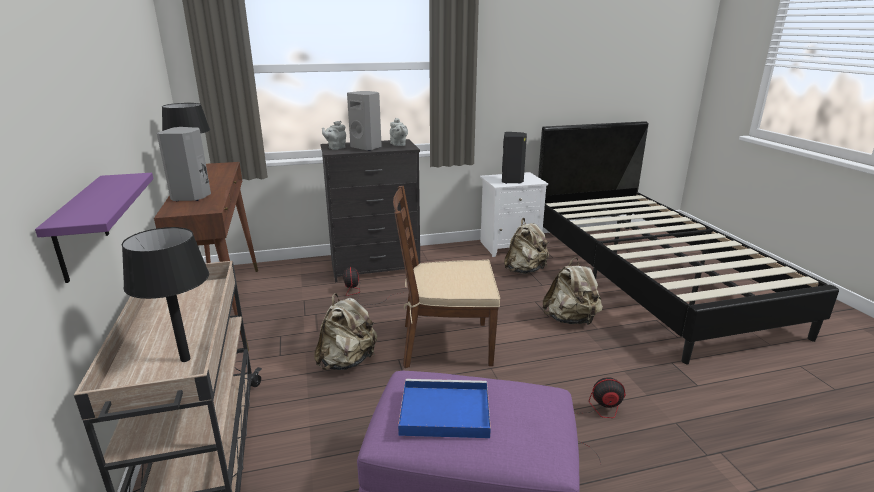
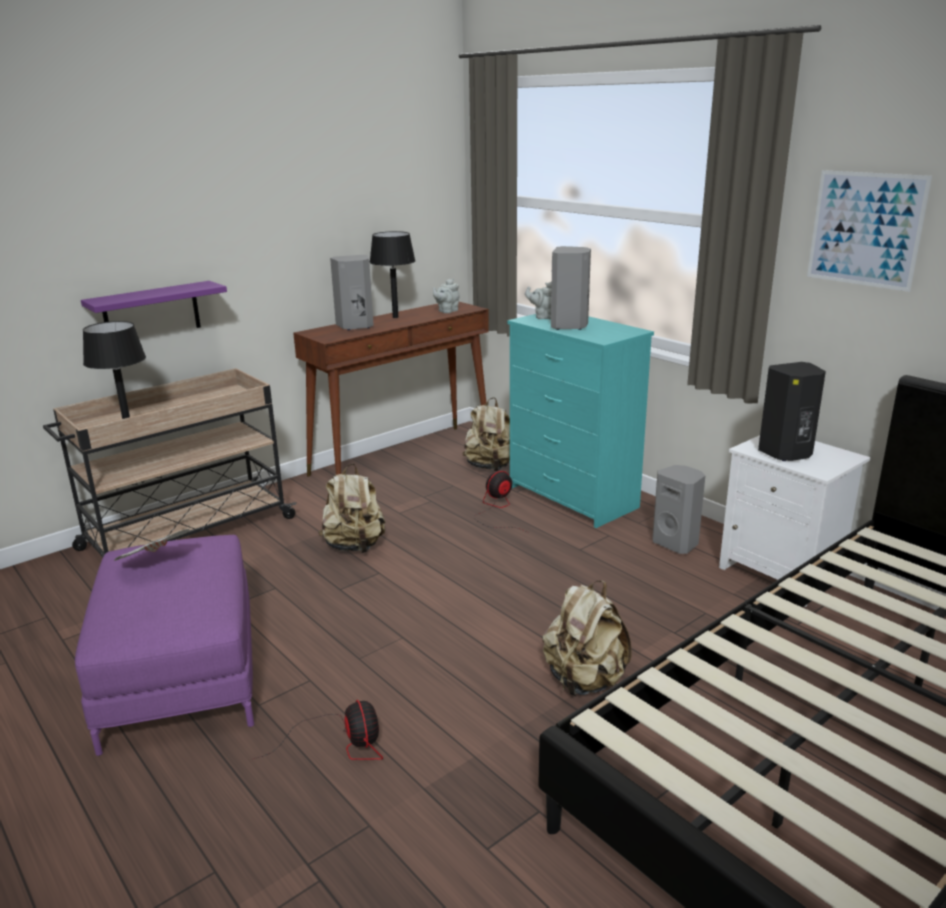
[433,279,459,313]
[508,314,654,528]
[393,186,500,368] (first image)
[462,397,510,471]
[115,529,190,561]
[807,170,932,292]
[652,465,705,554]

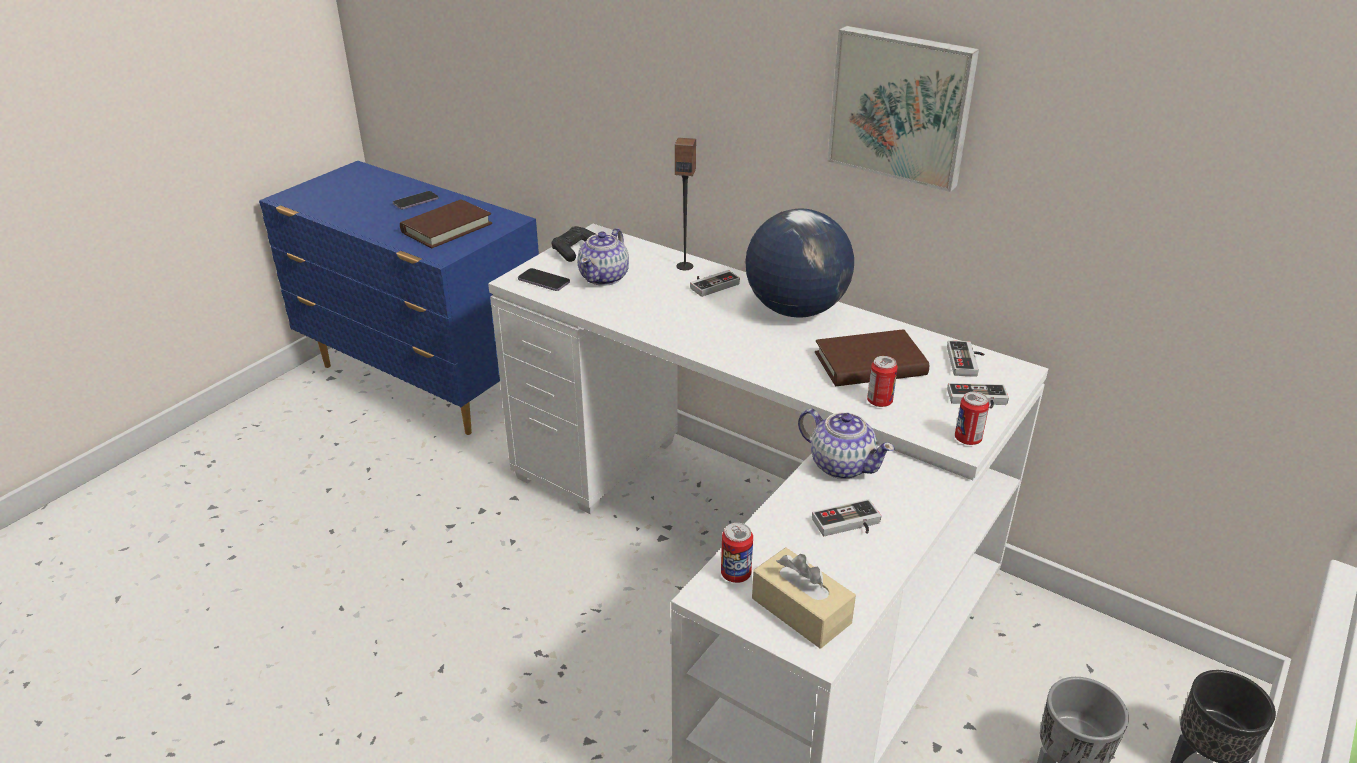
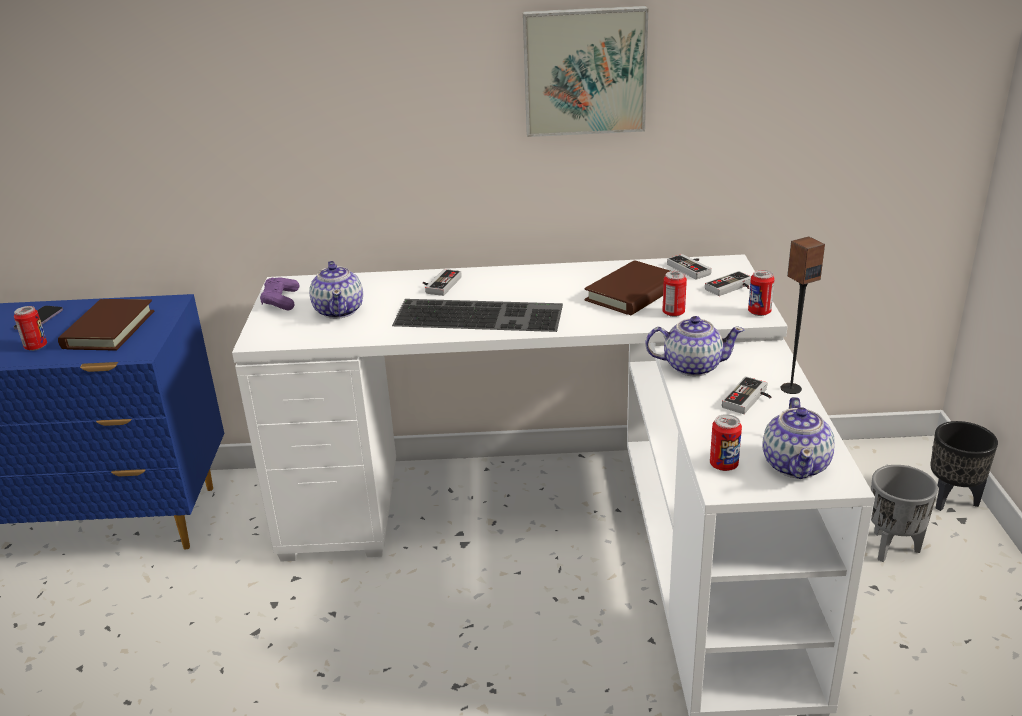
[781,237,825,394]
[745,209,854,317] (first image)
[260,278,299,310]
[518,268,570,291] (first image)
[762,397,835,479]
[392,299,563,332]
[14,306,47,351]

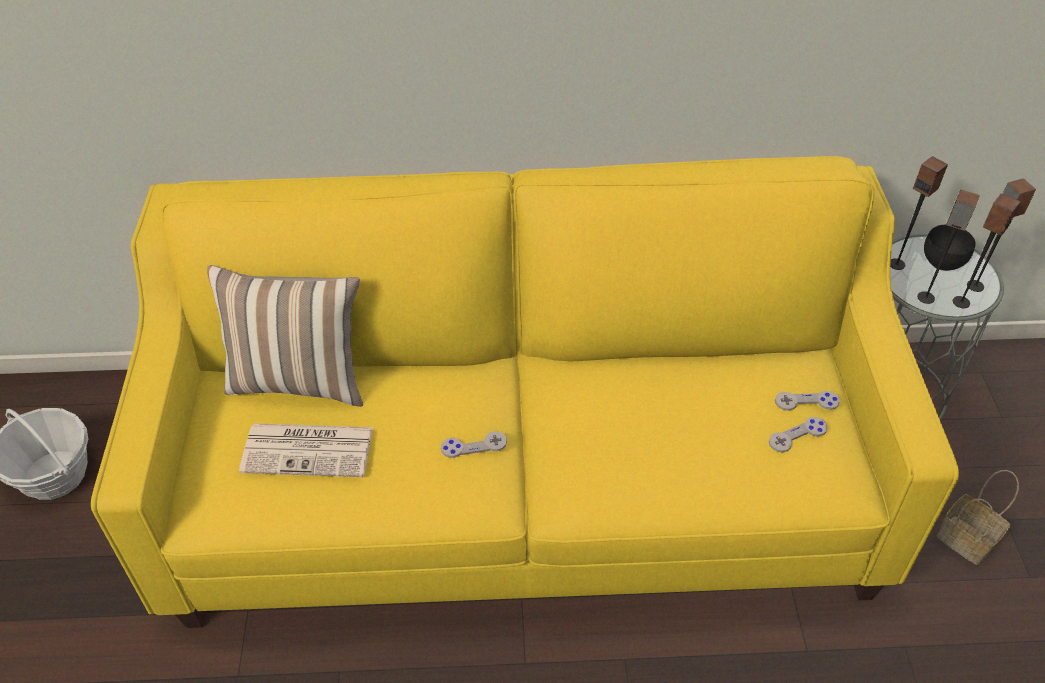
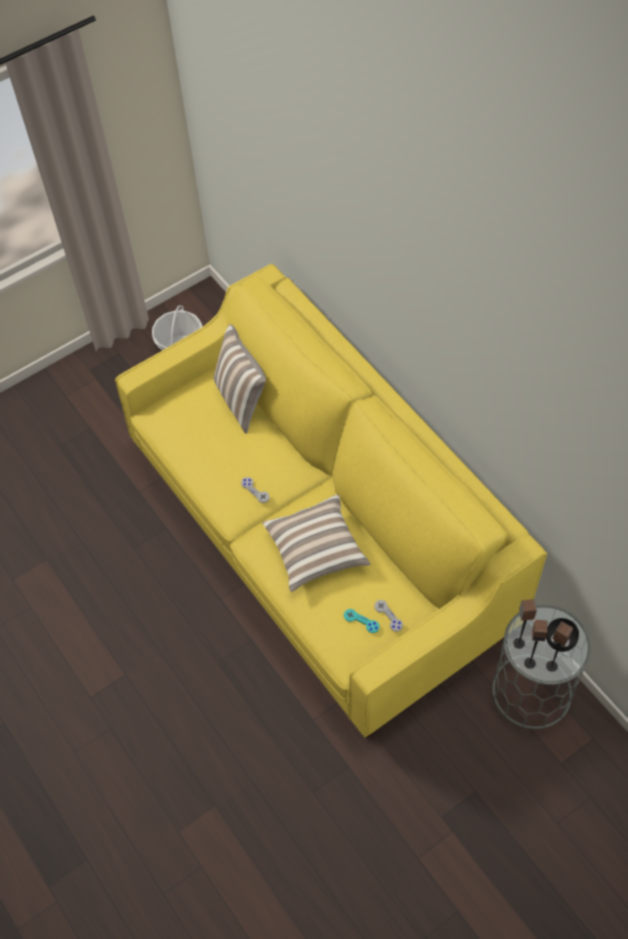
[890,156,948,270] (first image)
[344,609,379,633]
[239,423,373,477] (first image)
[937,470,1019,565] (first image)
[262,495,370,592]

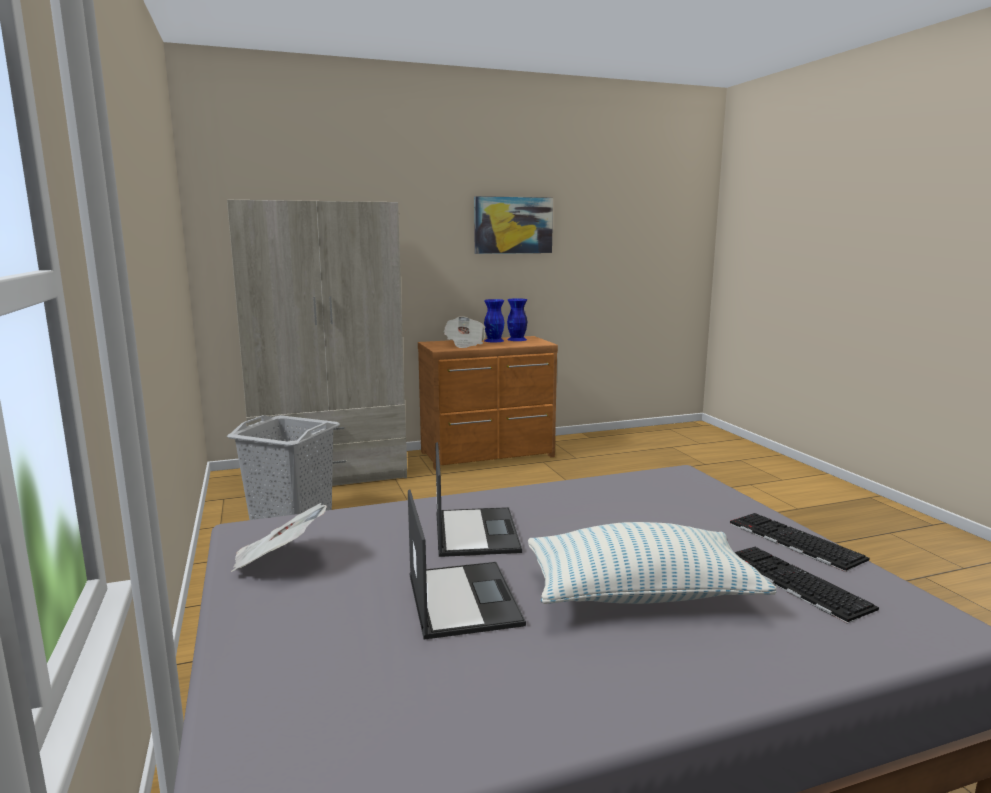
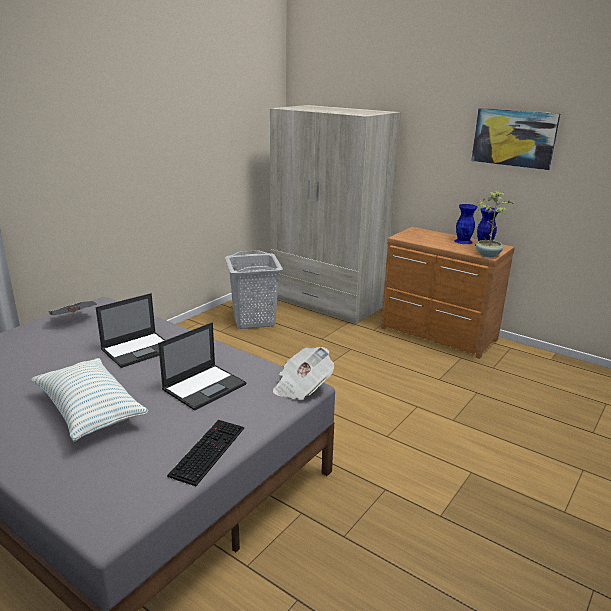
[273,347,334,400]
[158,322,246,411]
[734,547,879,624] (first image)
[476,190,514,257]

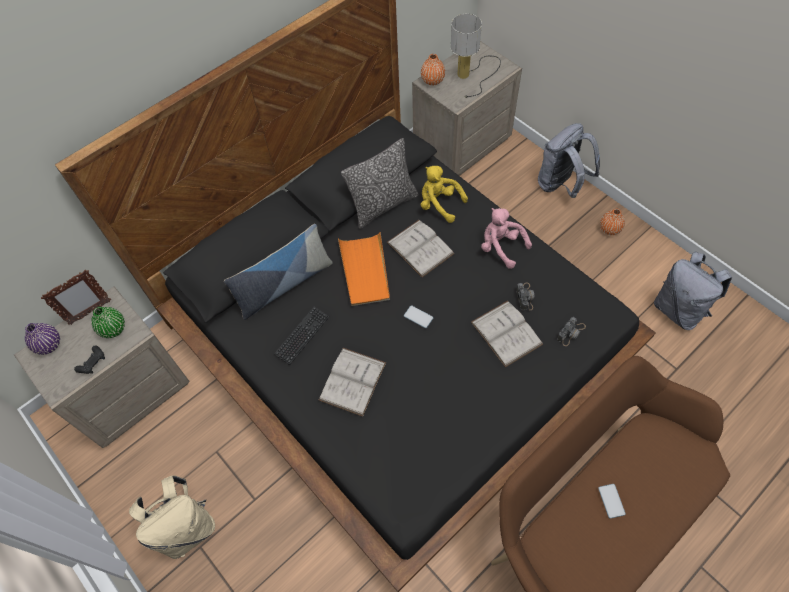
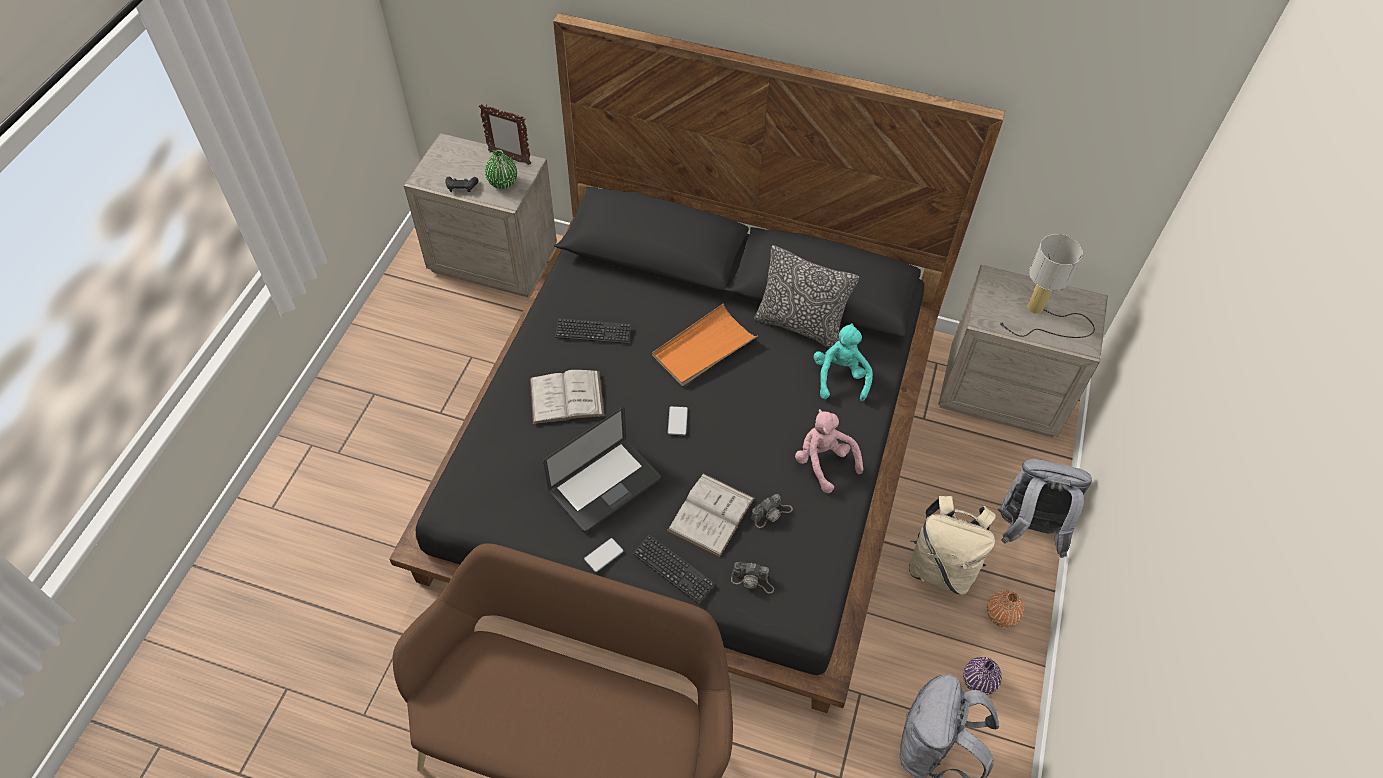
[421,54,445,85] (first image)
[814,324,873,401]
[795,409,863,493]
[387,220,455,277] (first image)
[224,224,333,320] (first image)
[963,657,1002,695]
[909,496,996,595]
[584,538,624,572]
[543,407,661,532]
[633,535,715,604]

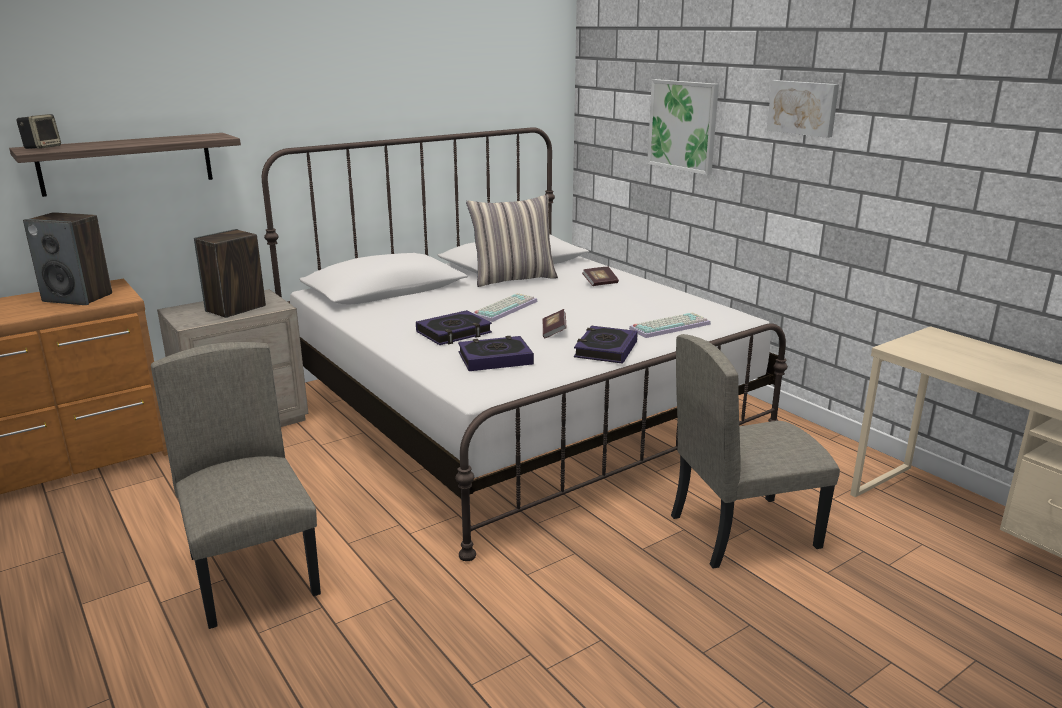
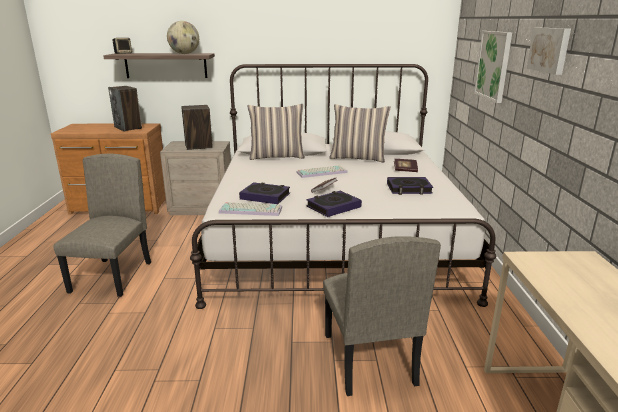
[387,177,433,195]
[219,202,282,216]
[323,236,441,396]
[167,21,199,54]
[247,104,305,160]

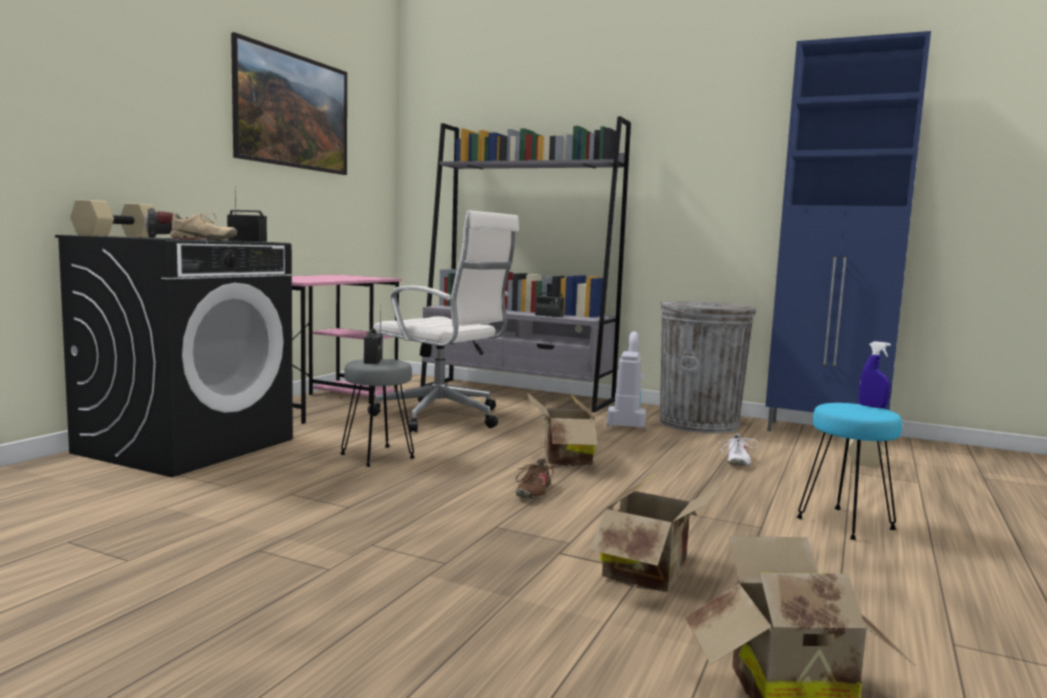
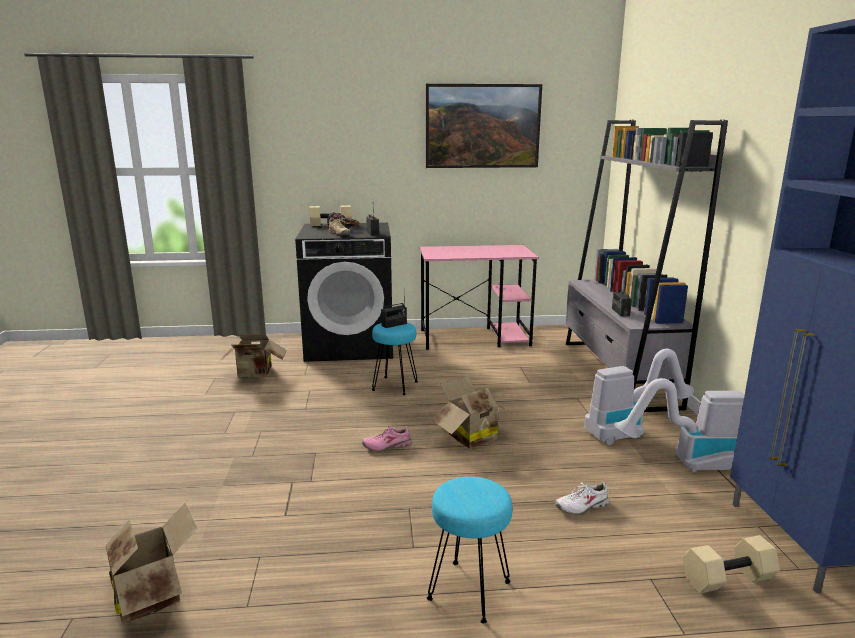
[368,210,519,432] (first image)
[614,378,745,472]
[859,341,891,408] (first image)
[372,323,418,395]
[362,426,411,452]
[220,334,287,377]

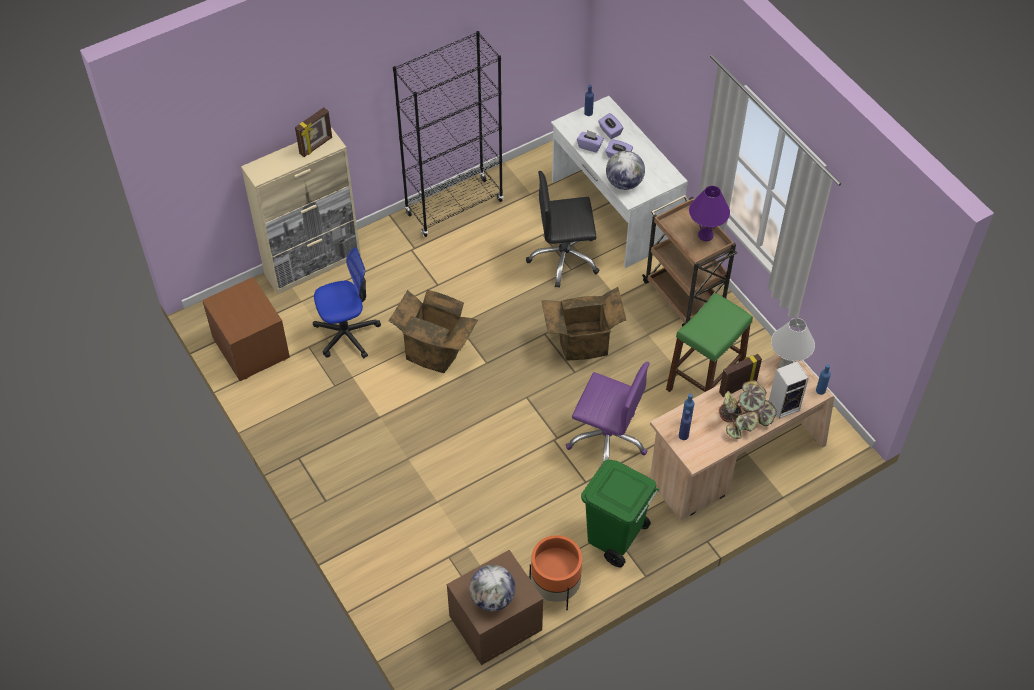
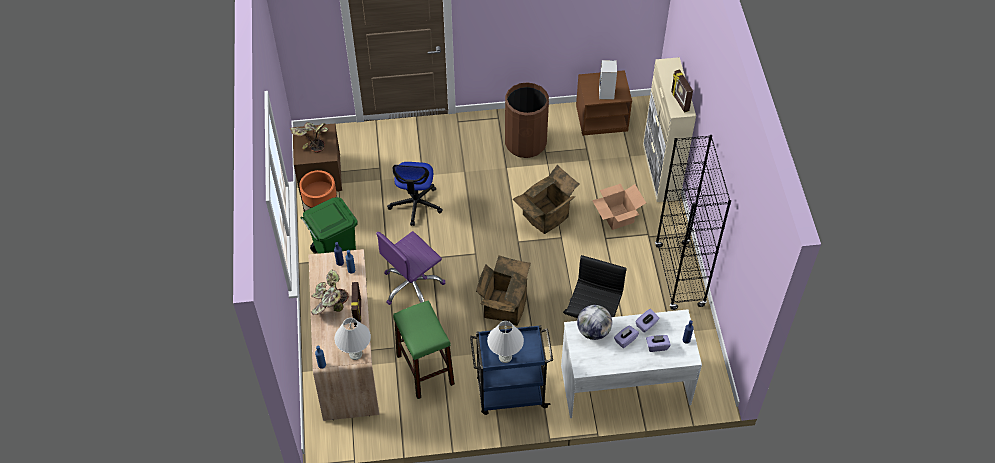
[487,321,524,363]
[470,325,553,415]
[387,162,443,226]
[599,60,617,100]
[290,122,329,153]
[505,82,549,158]
[592,184,646,230]

